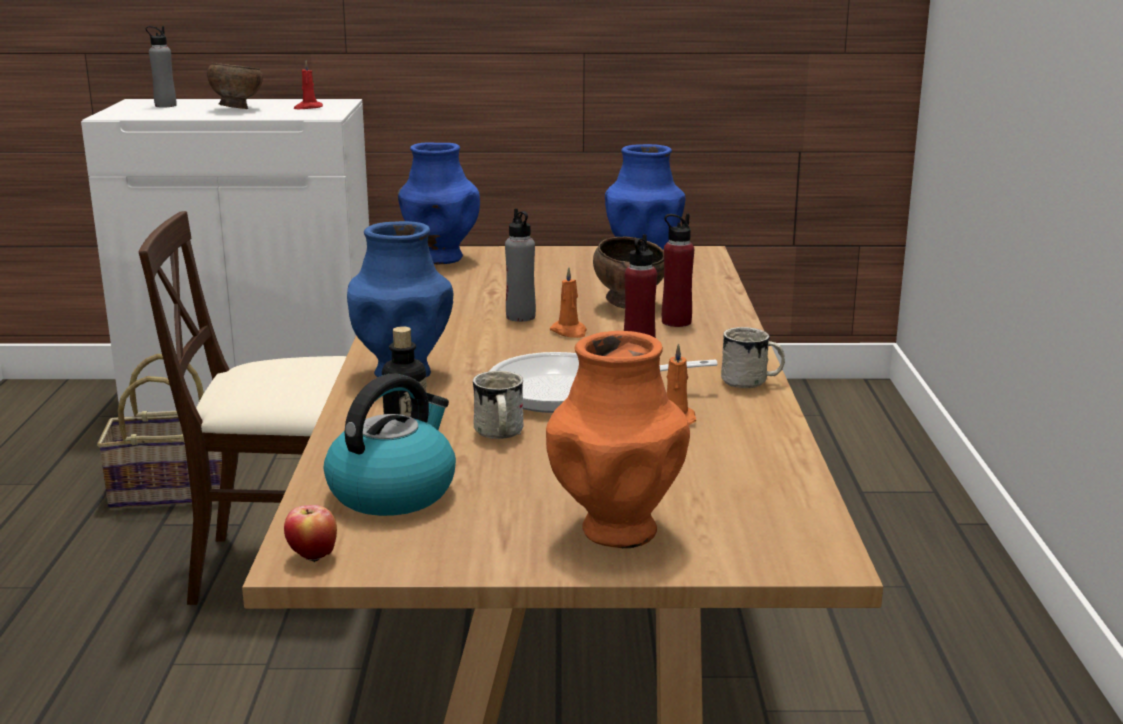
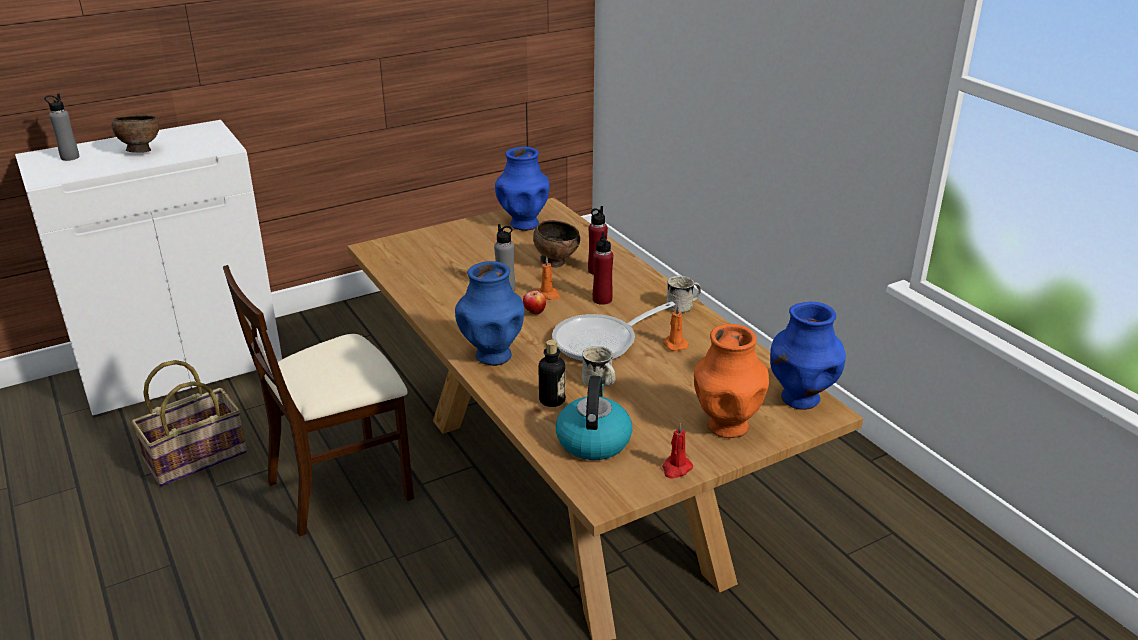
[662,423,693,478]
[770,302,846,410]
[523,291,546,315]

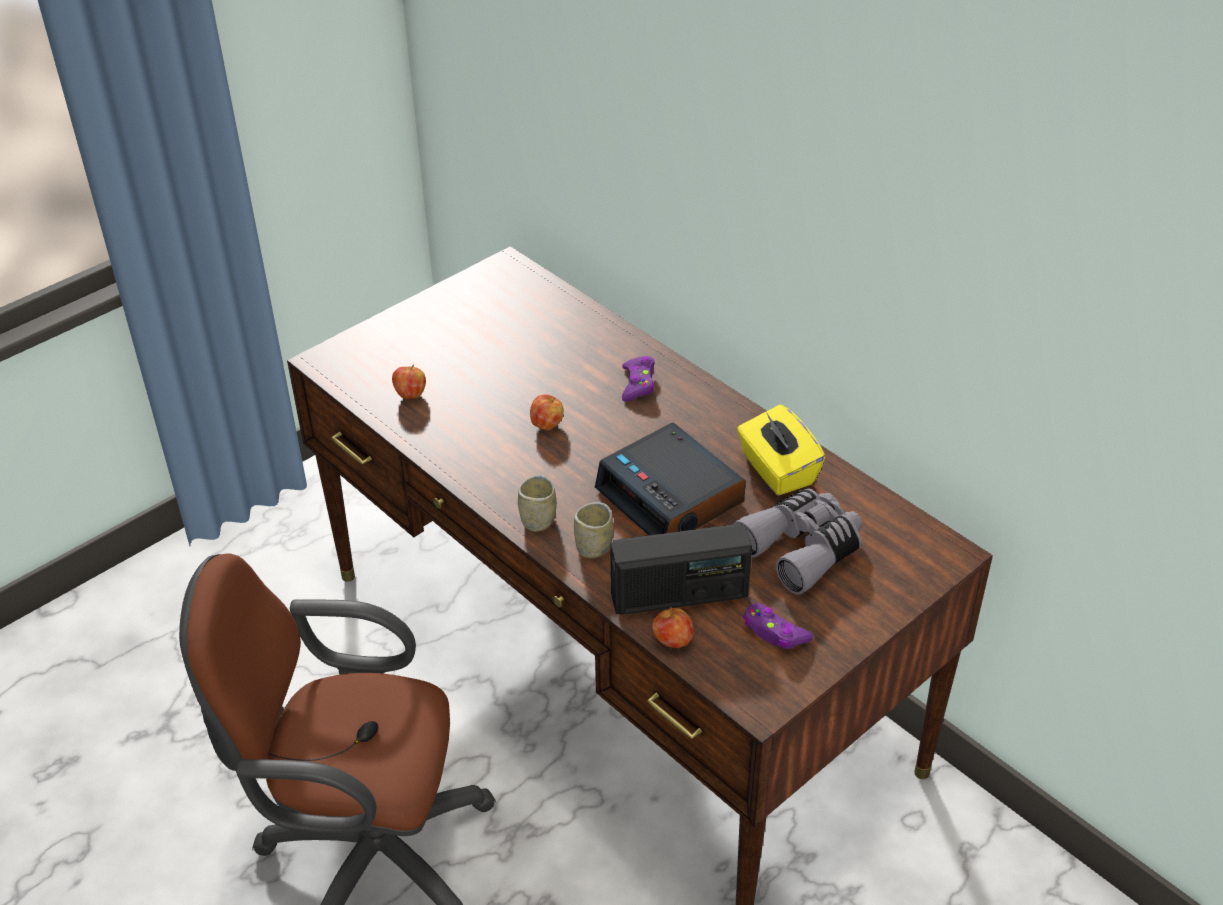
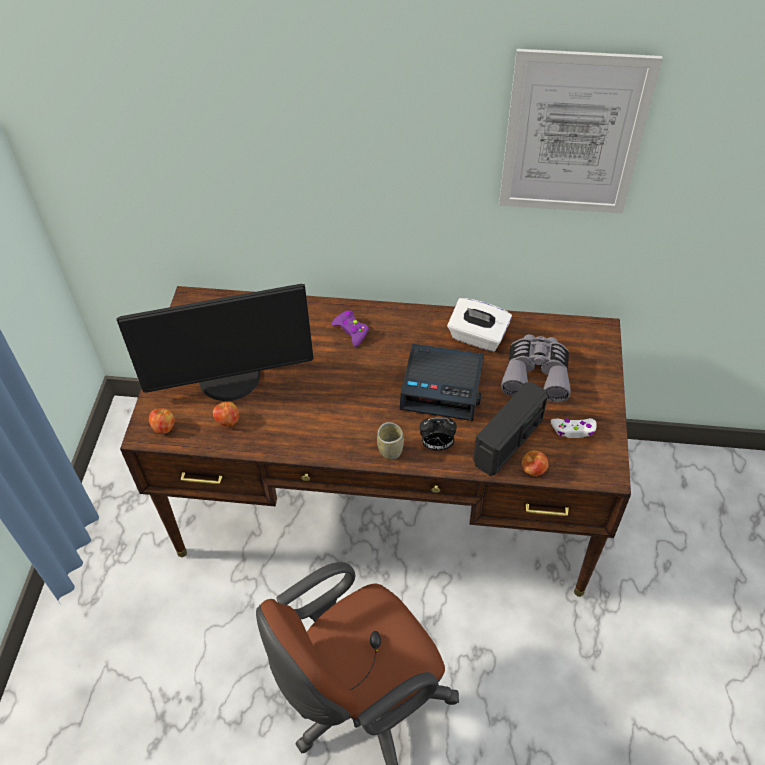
[149,408,175,434]
[447,298,512,352]
[420,417,457,451]
[551,418,597,438]
[499,49,662,214]
[116,284,314,401]

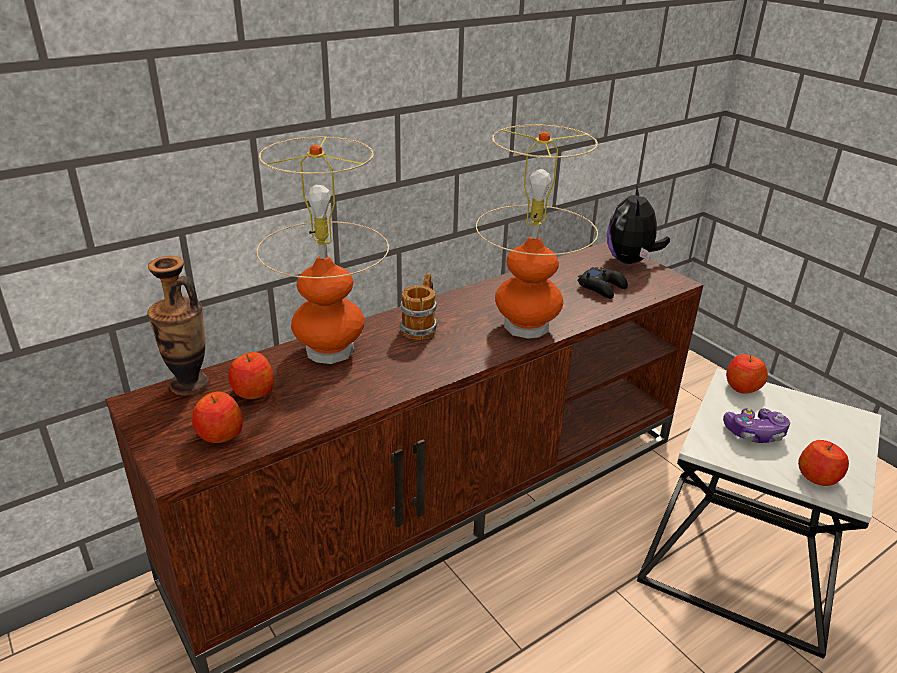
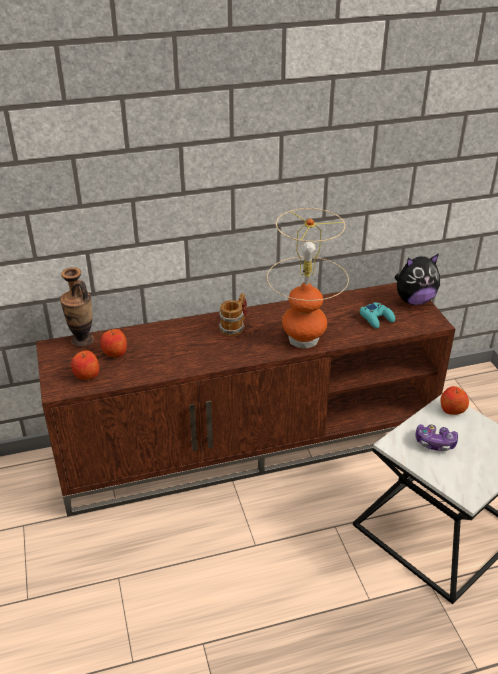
[257,137,389,364] (first image)
[394,253,440,305]
[360,302,395,328]
[798,440,849,486] (first image)

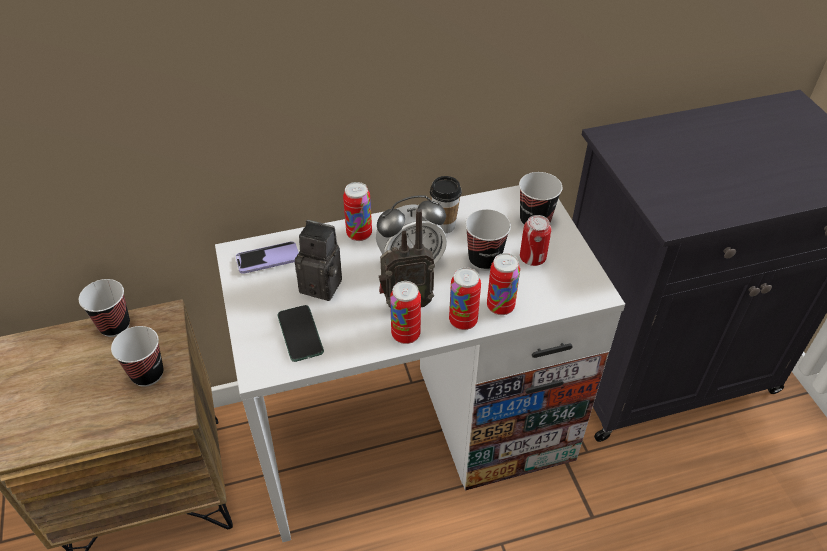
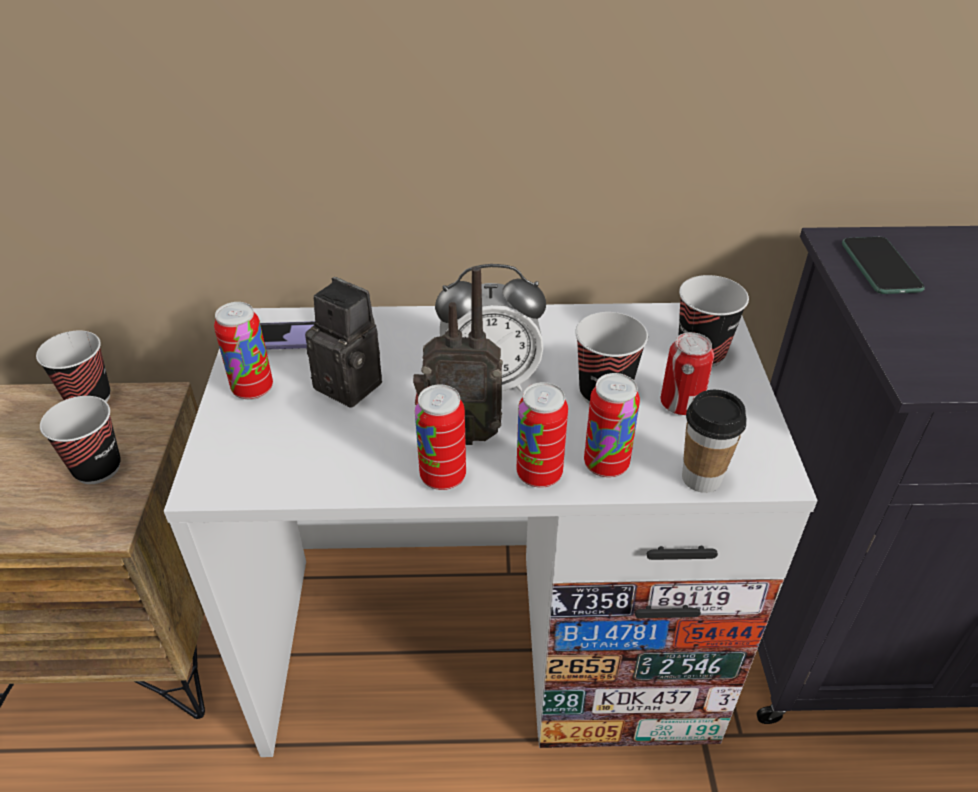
[682,390,747,493]
[214,302,273,400]
[842,237,925,294]

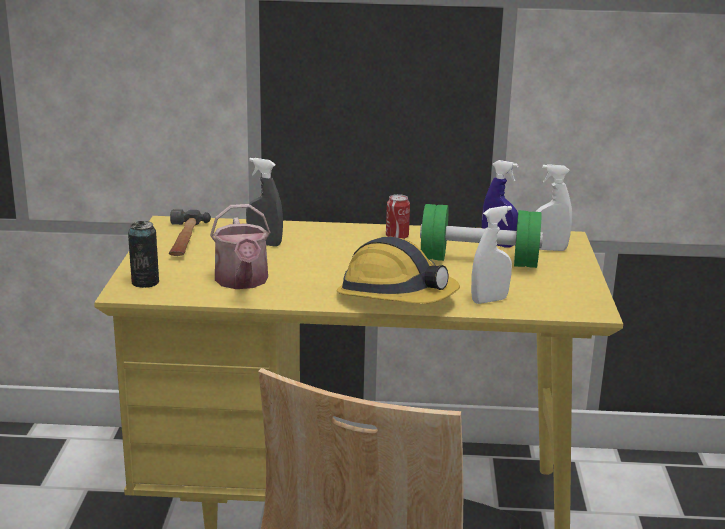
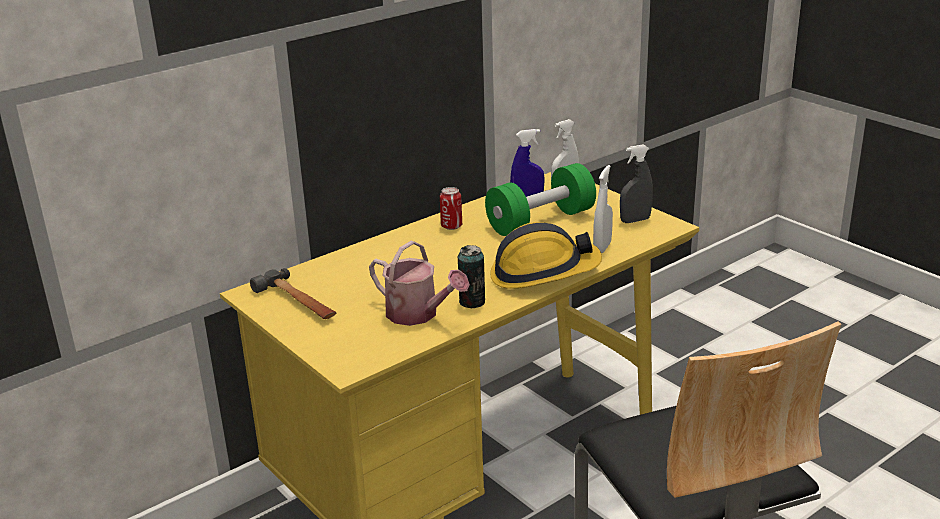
[620,144,653,223]
[458,245,485,308]

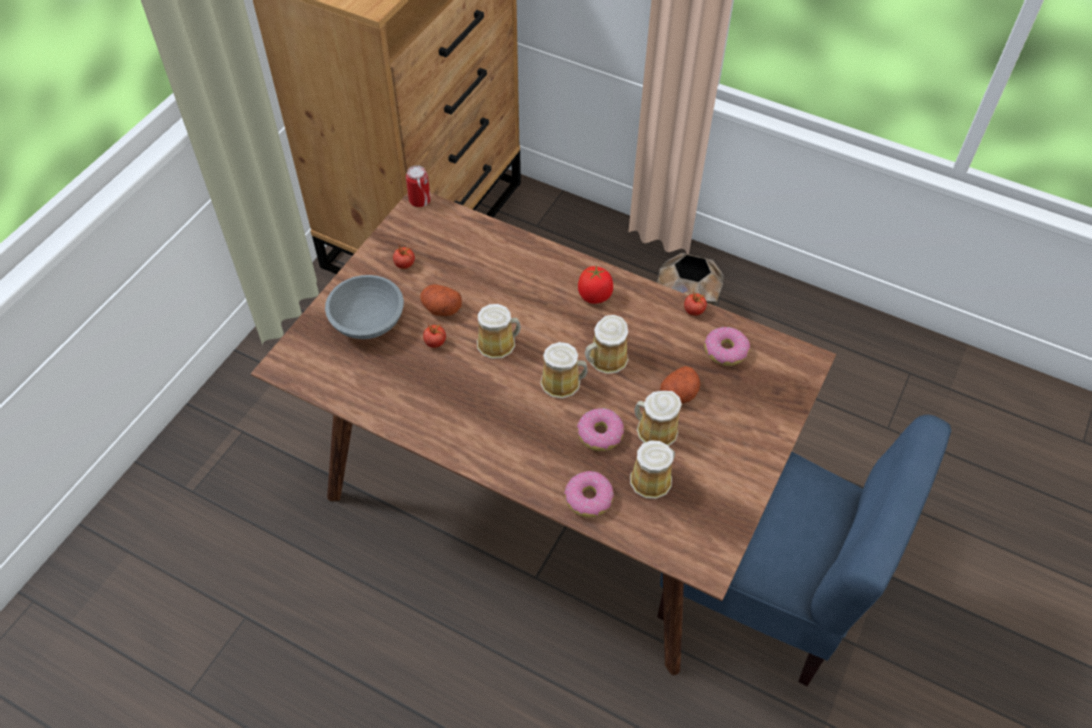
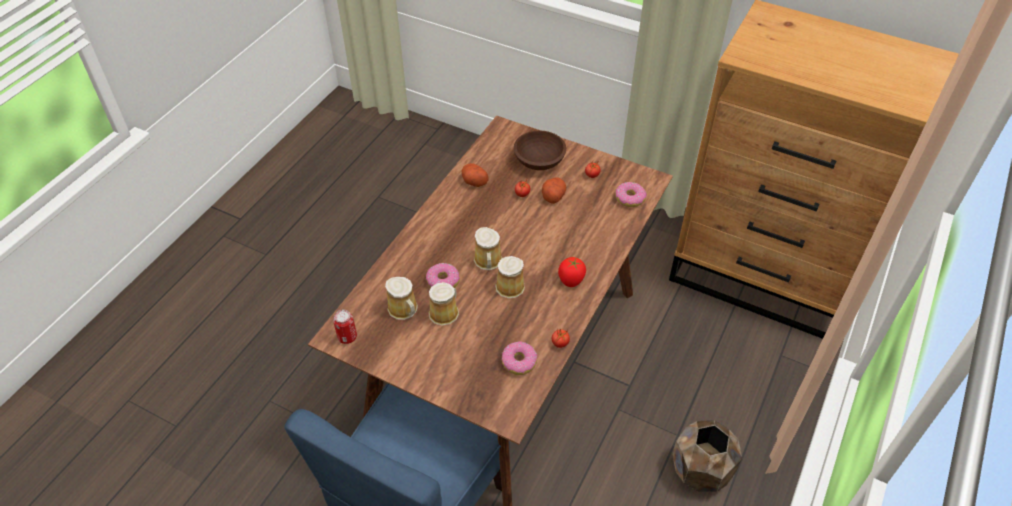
[333,309,357,344]
[514,131,566,170]
[477,304,521,359] (first image)
[461,163,488,187]
[615,182,647,207]

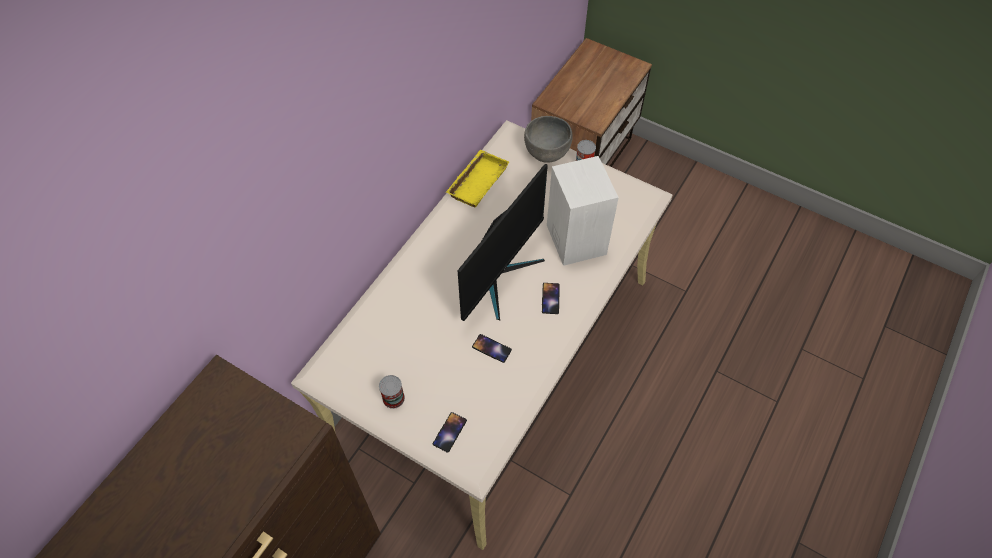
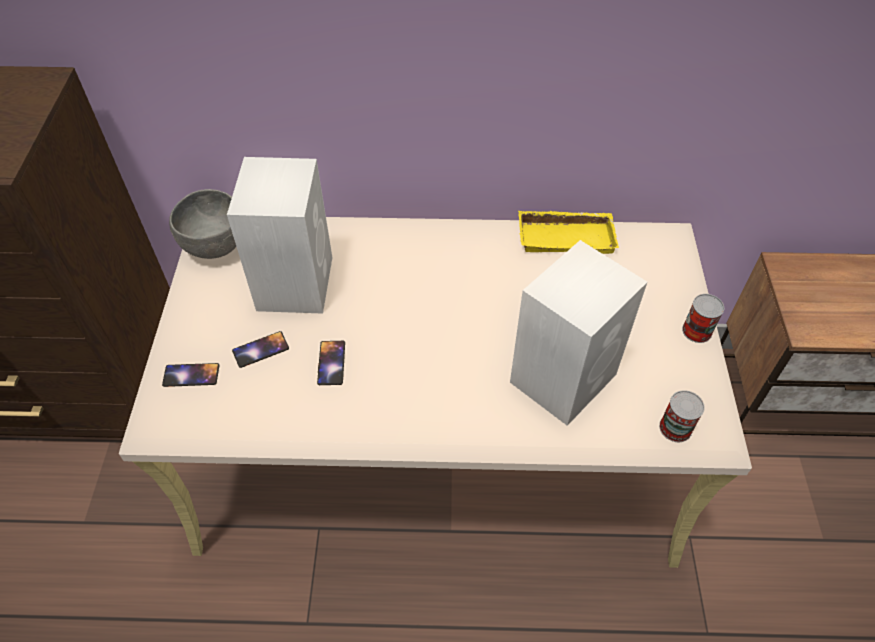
[169,189,236,259]
[457,164,548,321] (first image)
[232,331,289,368]
[659,390,705,442]
[227,157,333,314]

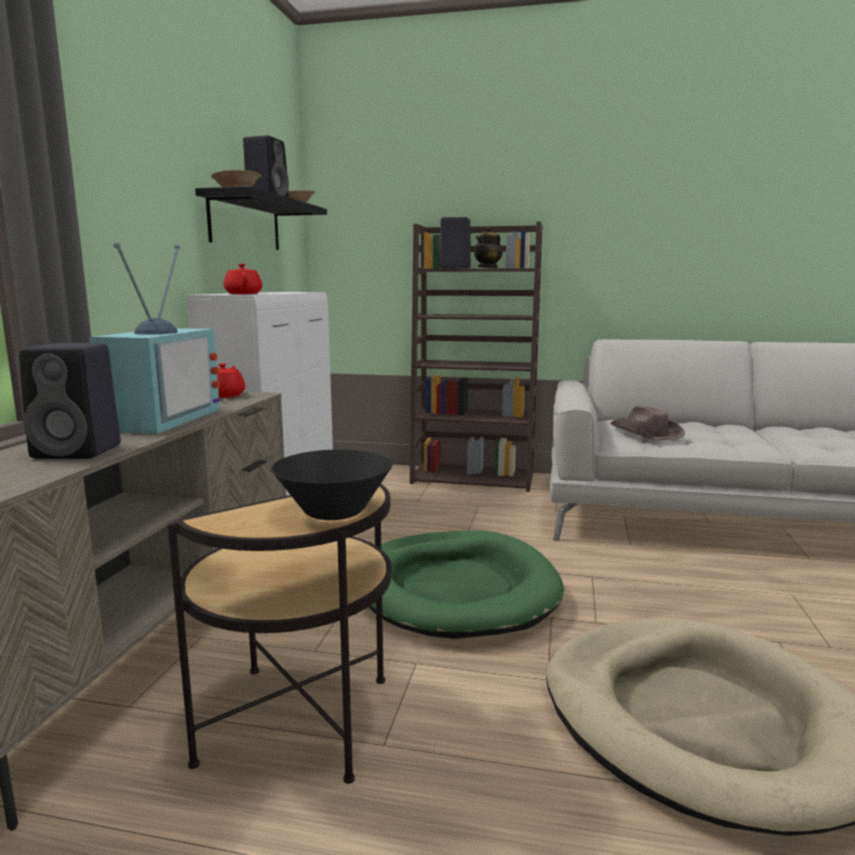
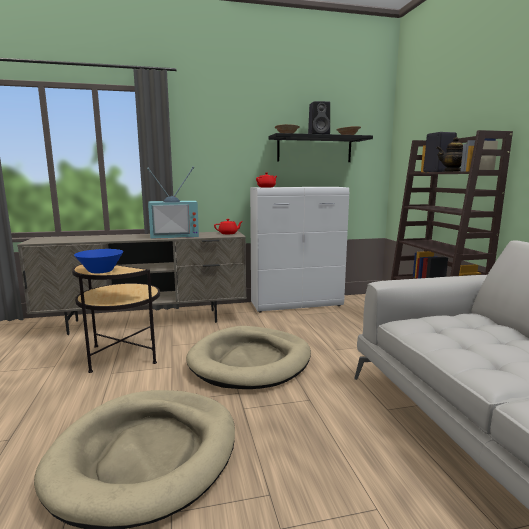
[19,343,121,459] (first image)
[610,406,685,440] (first image)
[74,249,123,273]
[186,326,311,389]

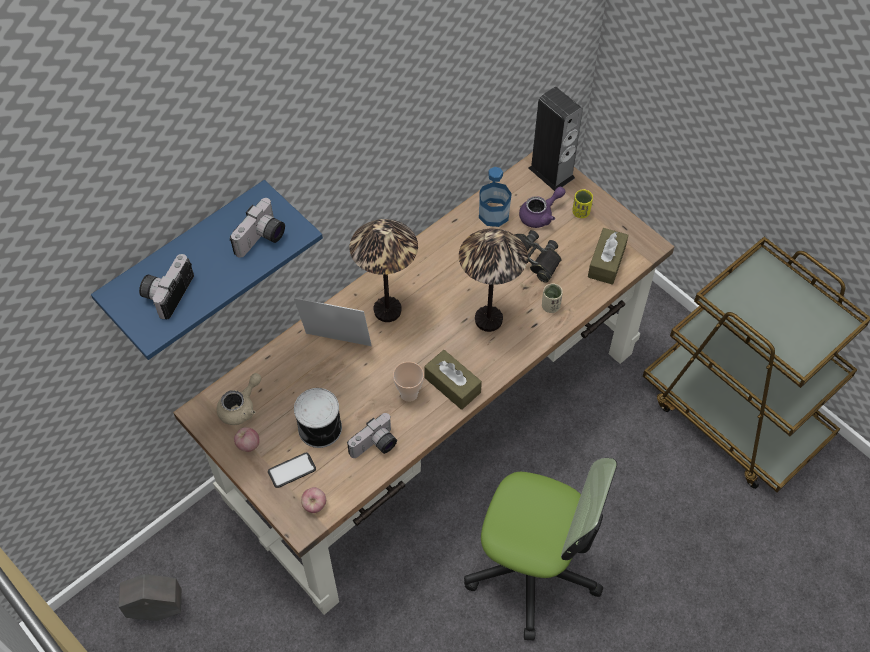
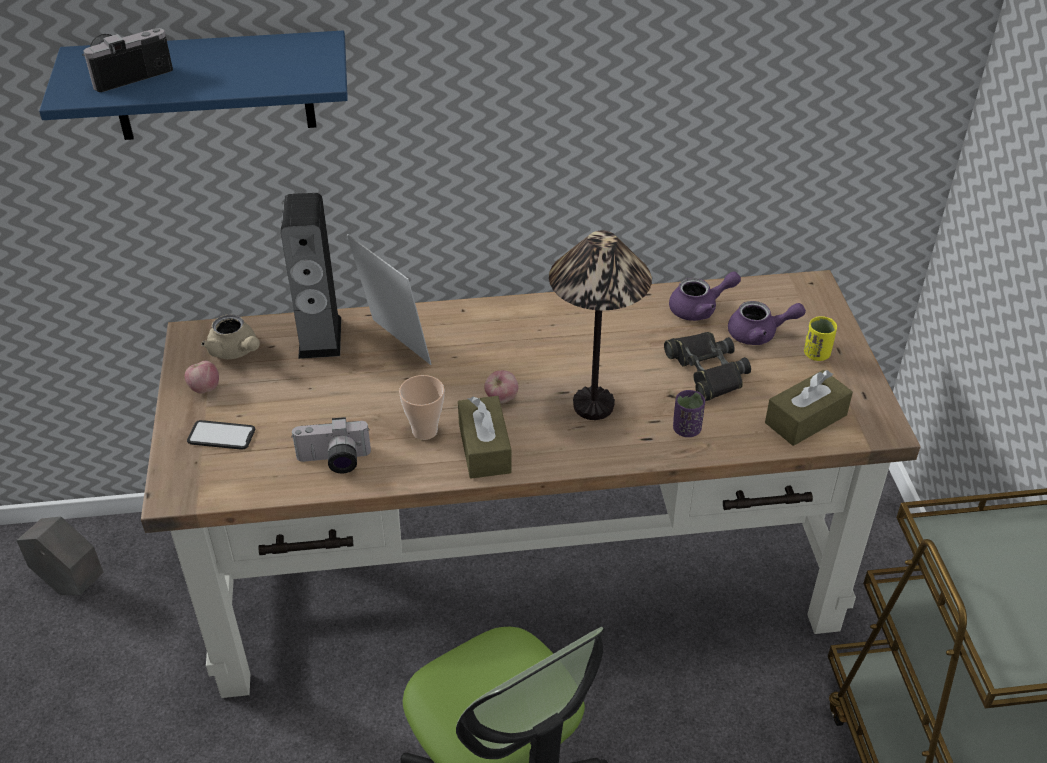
[281,193,341,359]
[669,272,741,321]
[230,198,285,258] (first image)
[350,219,418,322] (first image)
[673,390,705,437]
[201,314,260,359]
[294,388,342,448] (first image)
[484,370,519,403]

